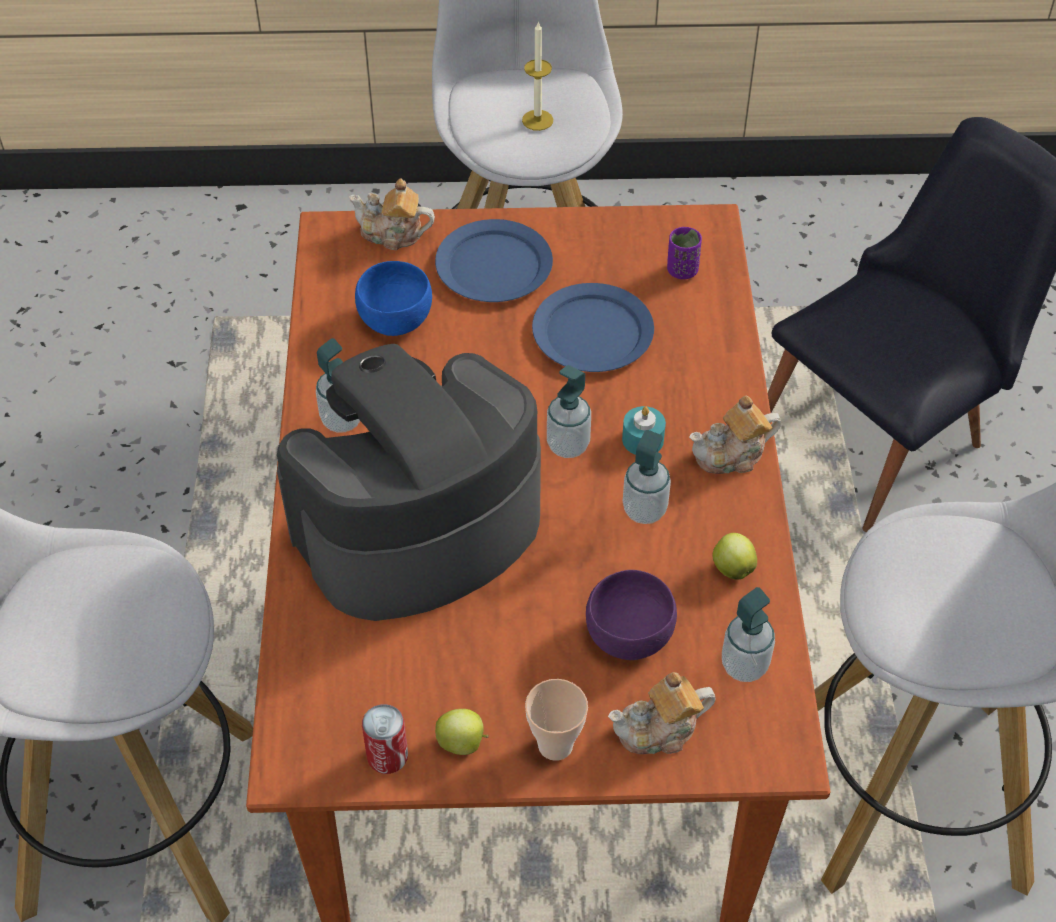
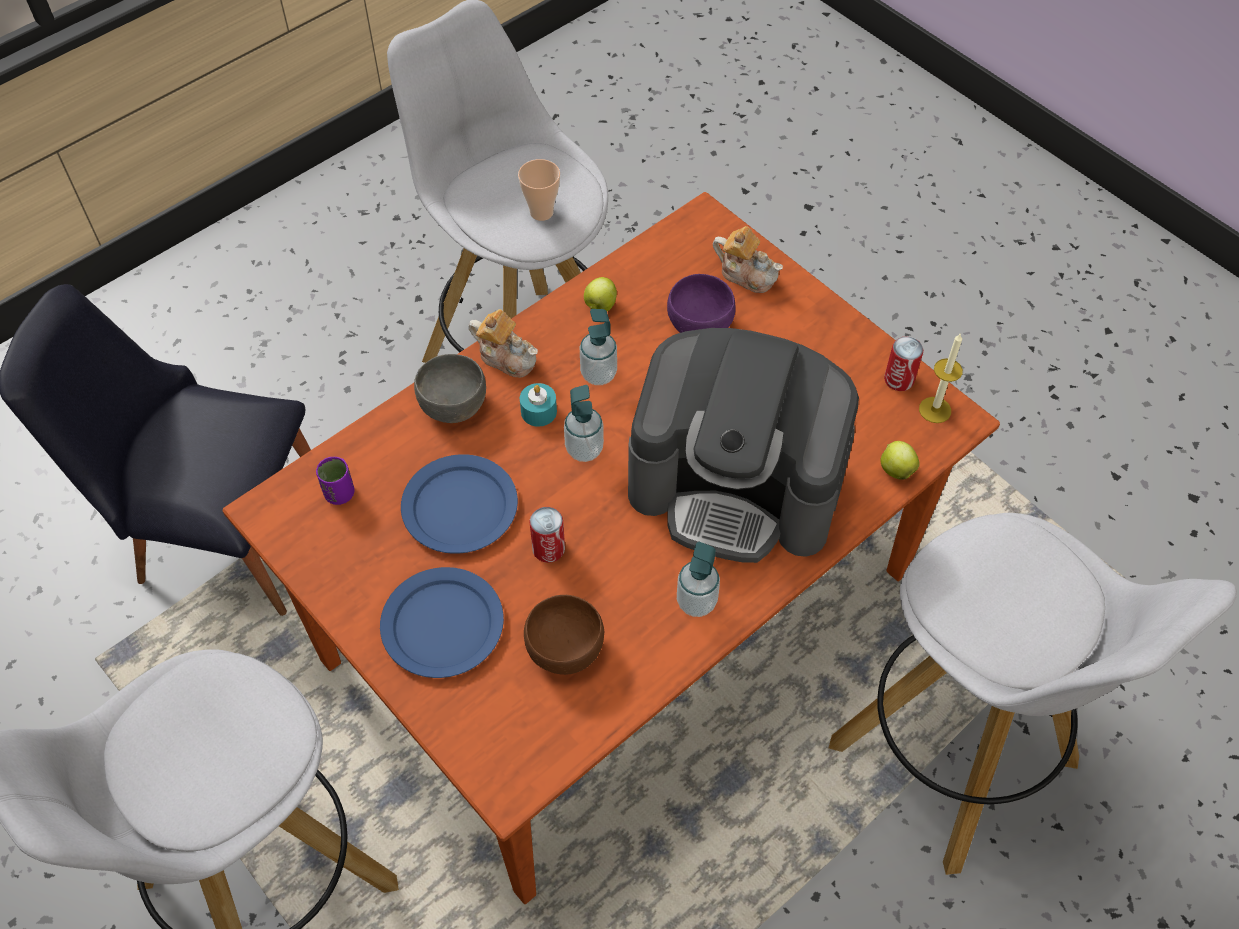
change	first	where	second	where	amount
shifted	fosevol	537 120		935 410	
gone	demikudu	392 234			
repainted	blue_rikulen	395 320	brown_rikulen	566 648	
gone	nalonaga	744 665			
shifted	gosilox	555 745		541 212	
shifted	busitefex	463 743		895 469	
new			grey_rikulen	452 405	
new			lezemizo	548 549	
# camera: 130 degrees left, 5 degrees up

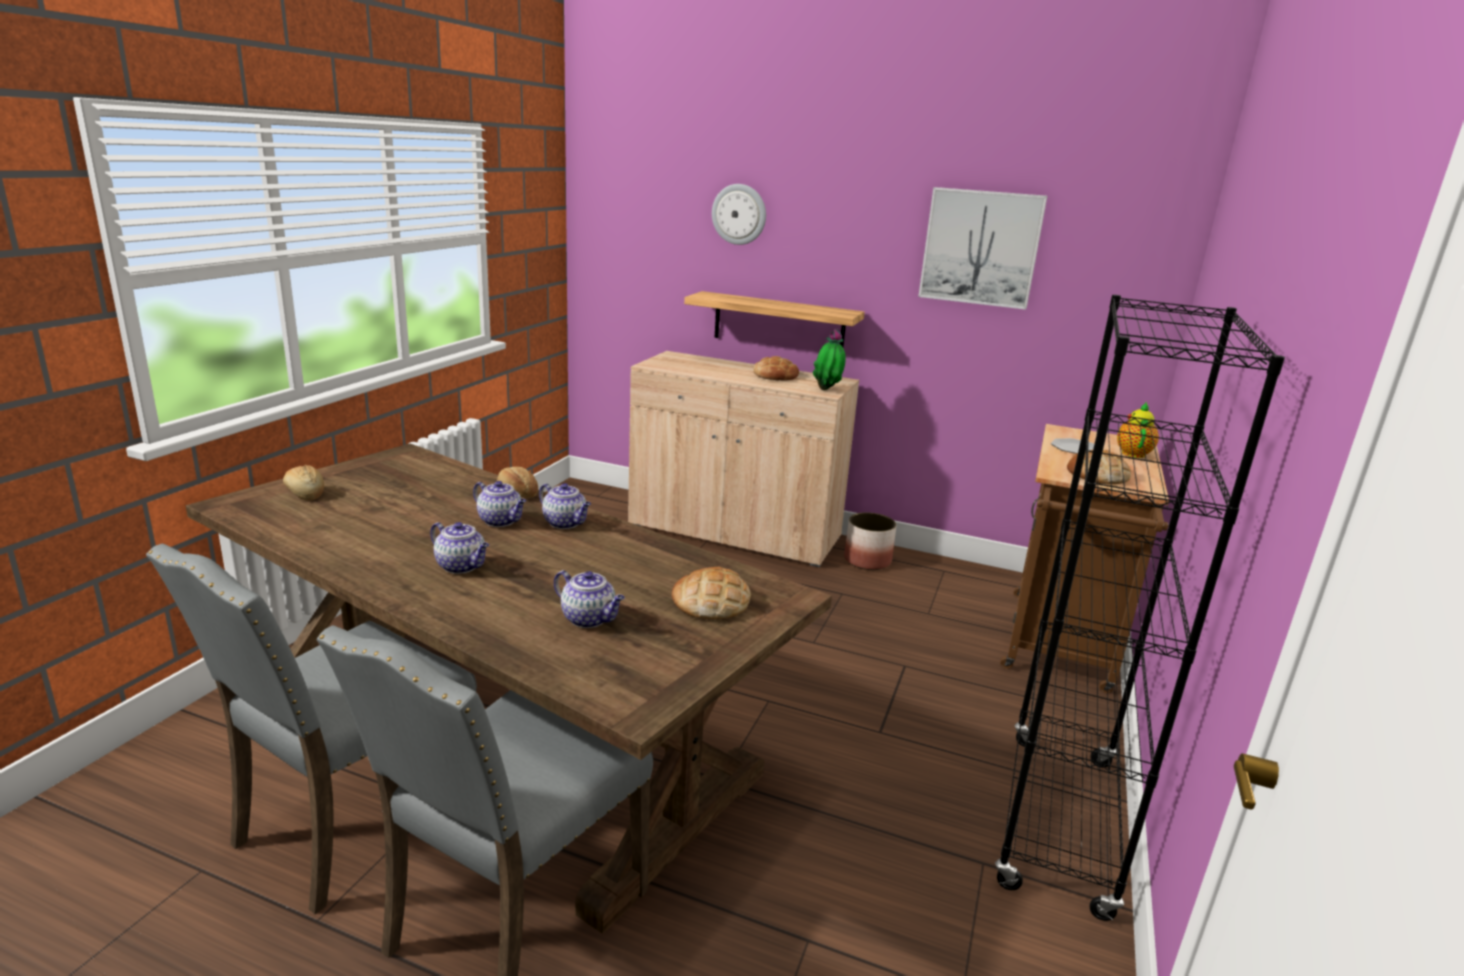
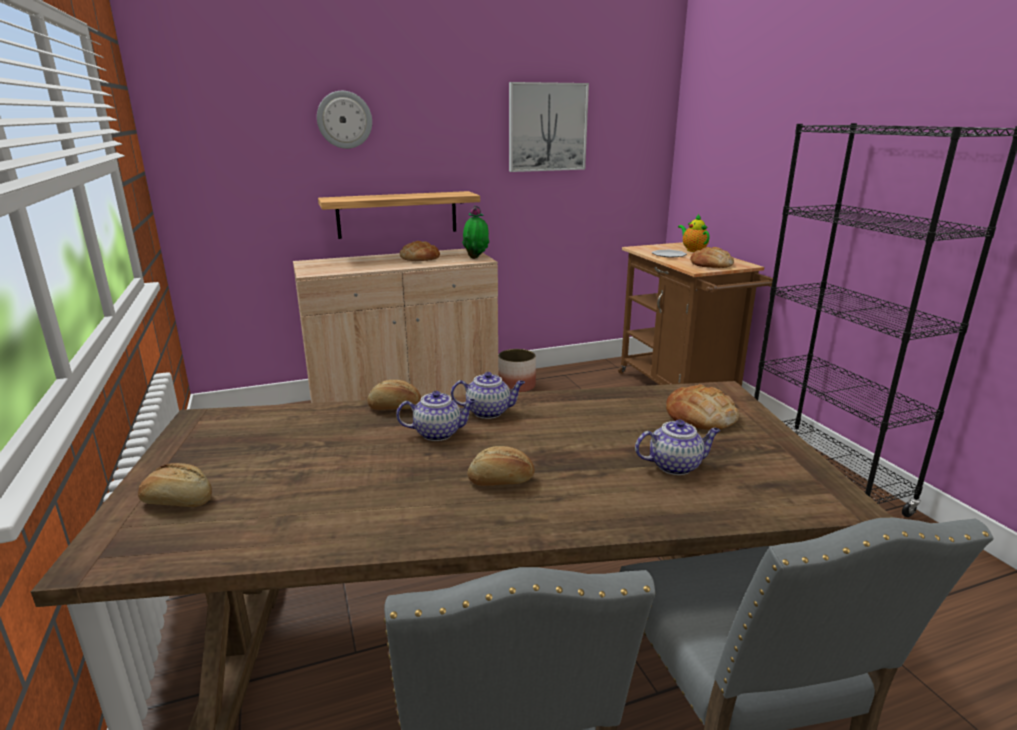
change	first	where	second	where	amount
swapped	demikudu	462 566	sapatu	501 481	
# camera: 40 degrees left, 0 degrees up

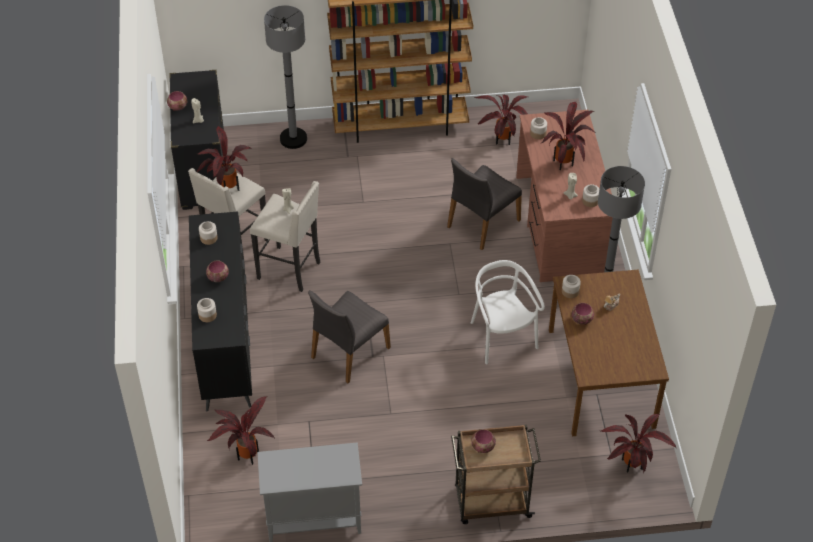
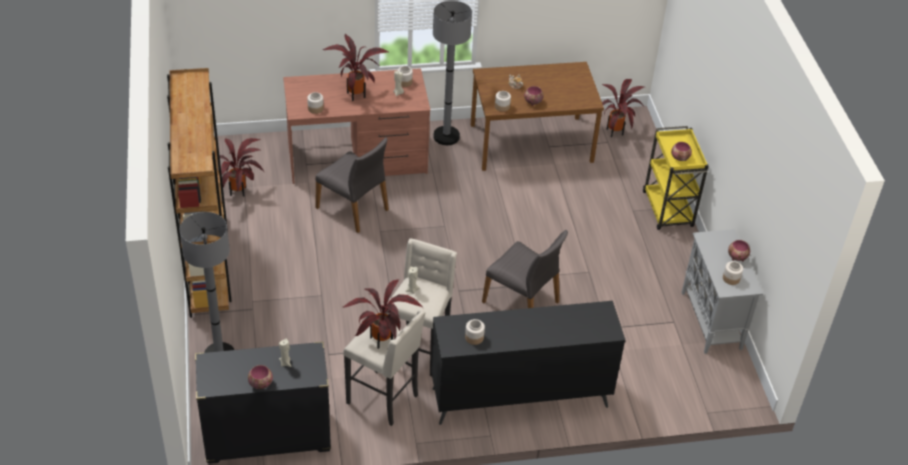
change	first	where	second	where	amount
shifted	rikulen	217 277		737 257	
gone	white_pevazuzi	502 337			
shifted	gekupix	207 315		731 278	
gone	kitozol	246 454			
repainted	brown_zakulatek	491 502	yellow_zakulatek	668 210	
# camera: 95 degrees left, 5 degrees down

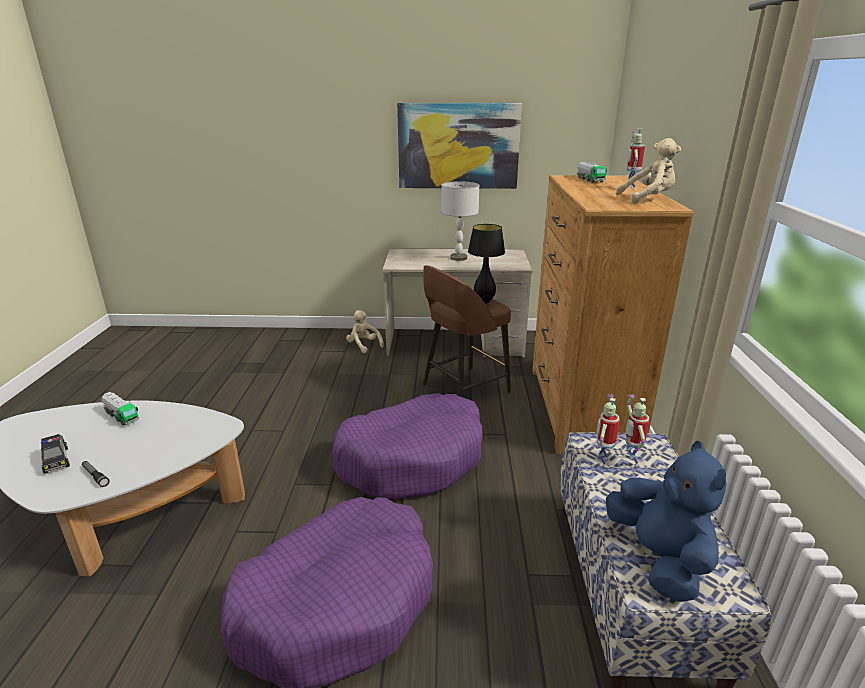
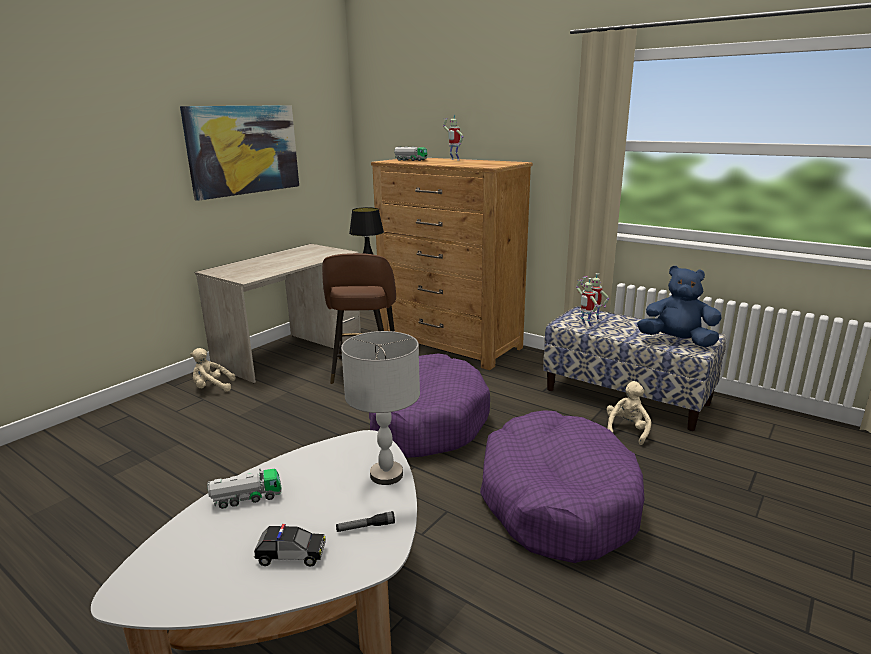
change	first	where	second	where	amount
shifted	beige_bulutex	648 199		627 430	
shifted	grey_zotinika	458 258		386 475	
# camera: 55 degrees left, 5 degrees down

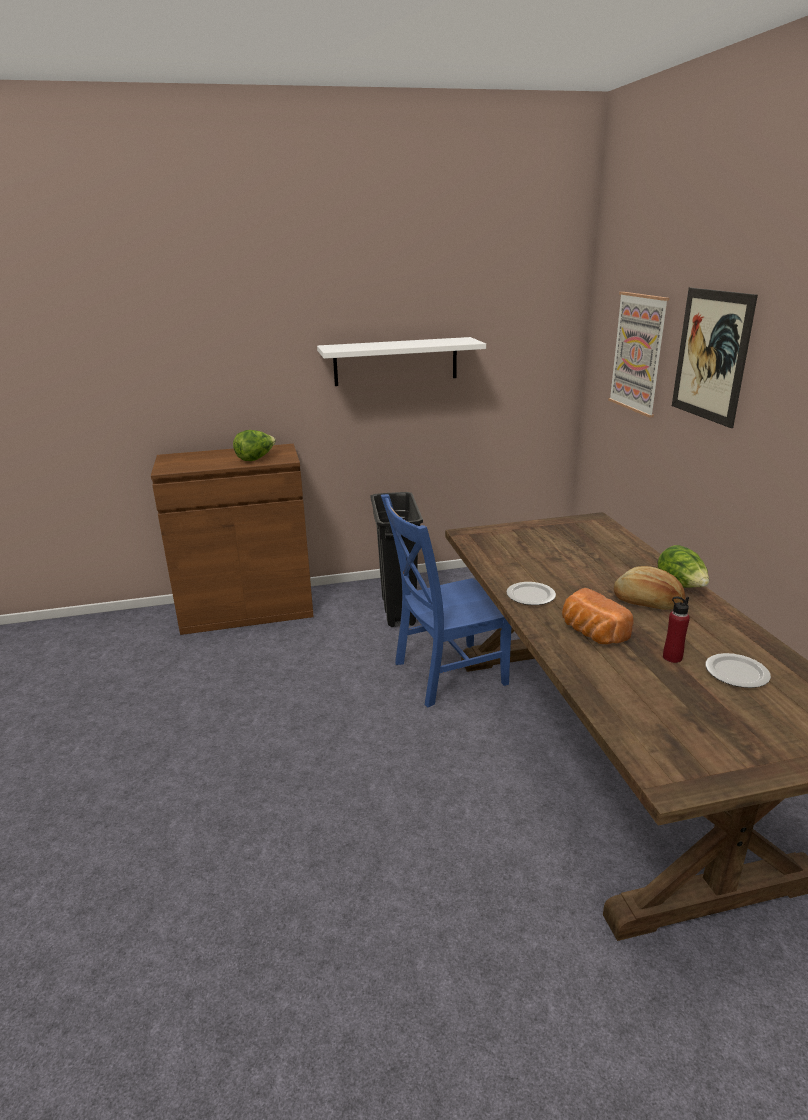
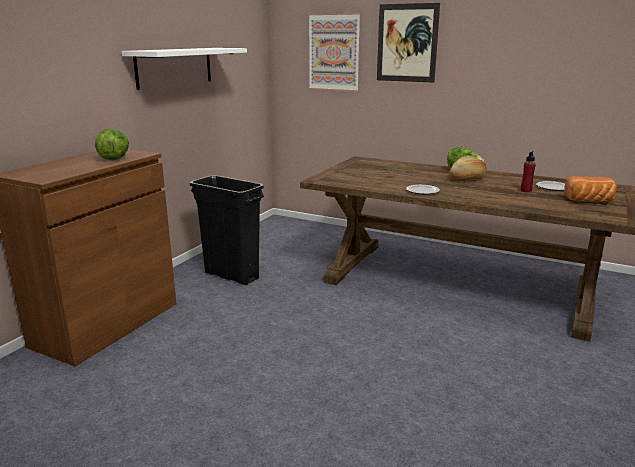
change	first	where	second	where	amount
gone	blue_pevazuzi	445 674			
shifted	sapatu	591 633		589 201	
# camera: 50 degrees left, 5 degrees down

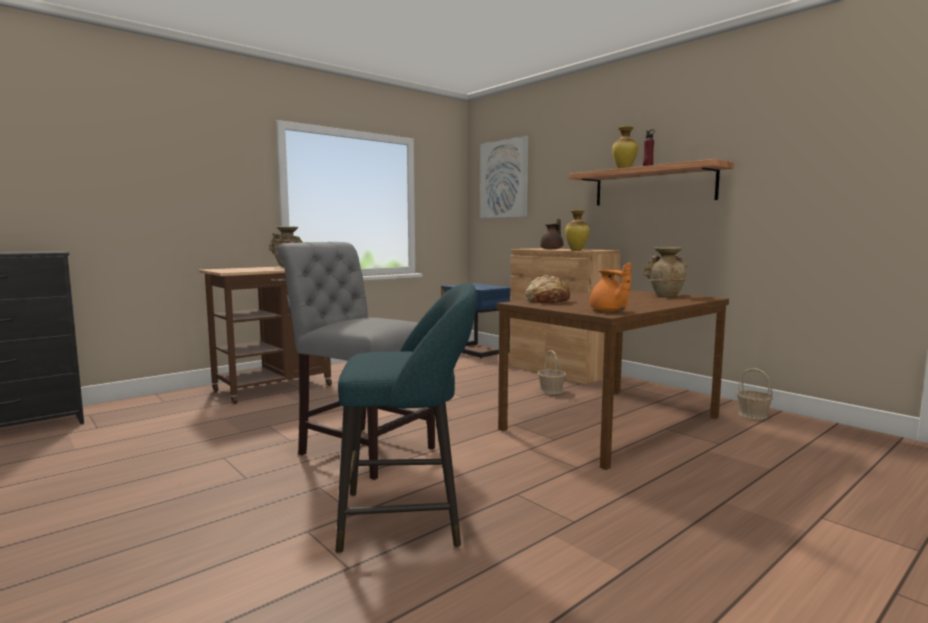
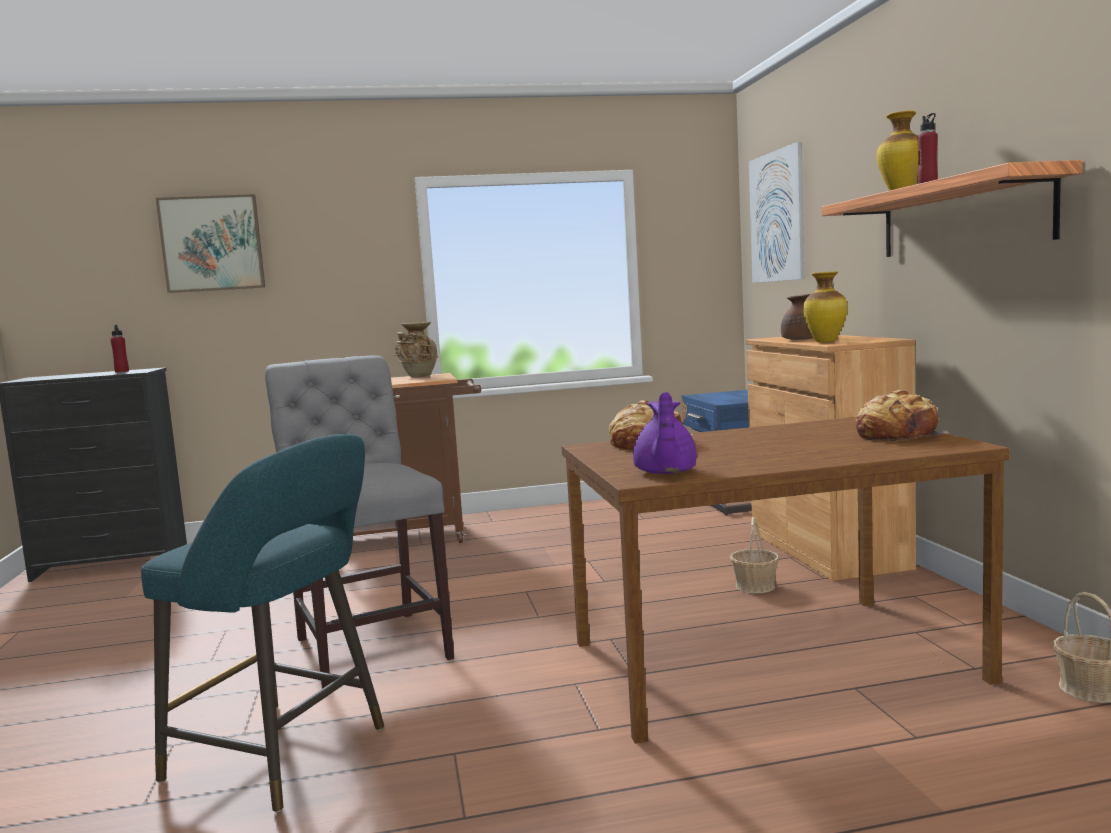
change	first	where	second	where	amount
swapped	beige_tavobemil	665 295	sapatu	897 435	
repainted	orange_demikudu	609 311	purple_demikudu	664 472	
new			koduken	212 243	
new			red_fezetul	122 371	
# camera: 30 degrees right, 0 degrees up

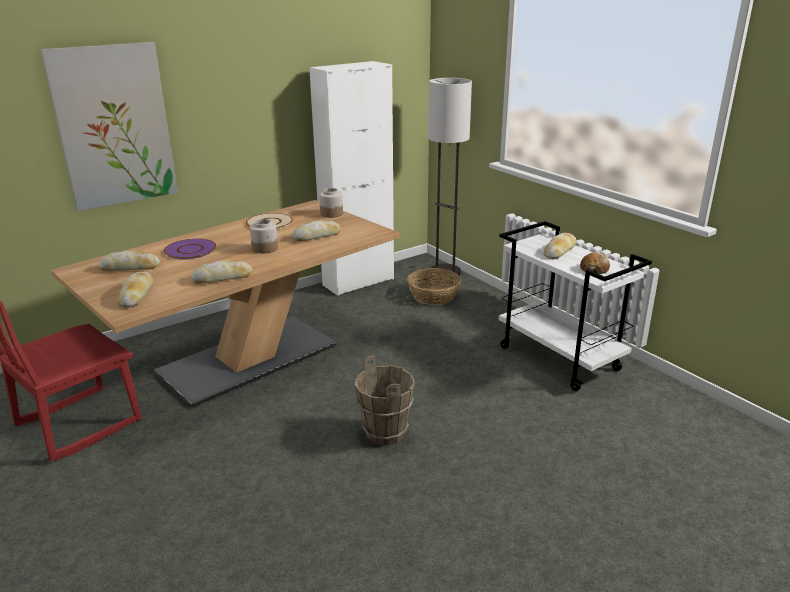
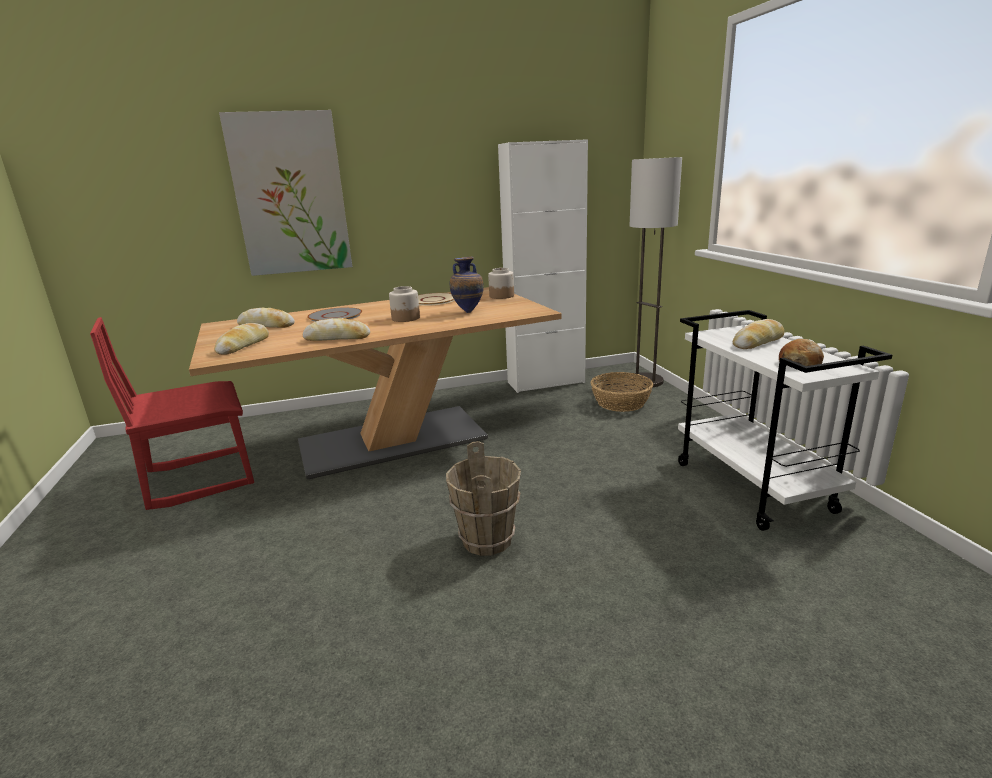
change	first	where	second	where	amount
swapped	sapatu	317 236	tavobemil	468 311	
repainted	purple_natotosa	190 250	grey_natotosa	335 316	
# camera: 20 degrees right, 5 degrees down

